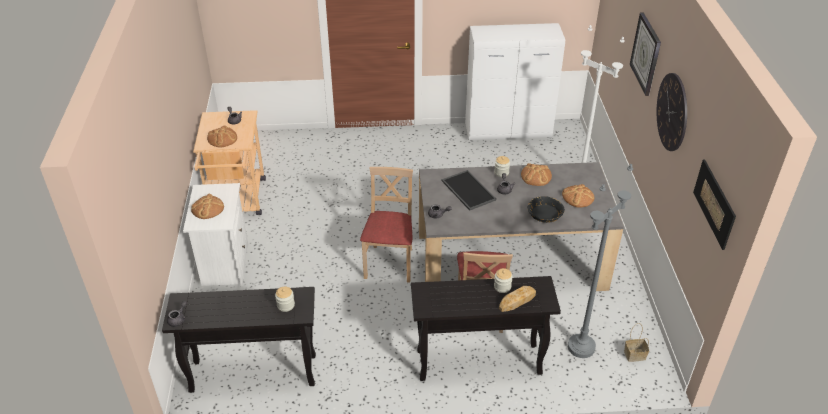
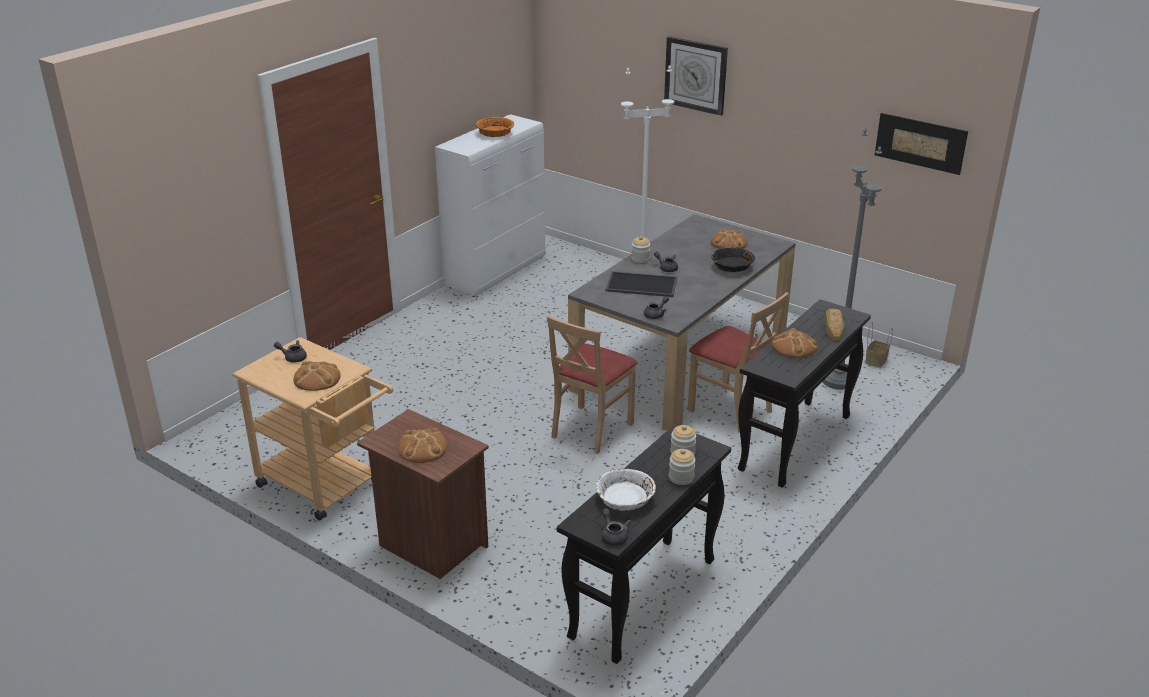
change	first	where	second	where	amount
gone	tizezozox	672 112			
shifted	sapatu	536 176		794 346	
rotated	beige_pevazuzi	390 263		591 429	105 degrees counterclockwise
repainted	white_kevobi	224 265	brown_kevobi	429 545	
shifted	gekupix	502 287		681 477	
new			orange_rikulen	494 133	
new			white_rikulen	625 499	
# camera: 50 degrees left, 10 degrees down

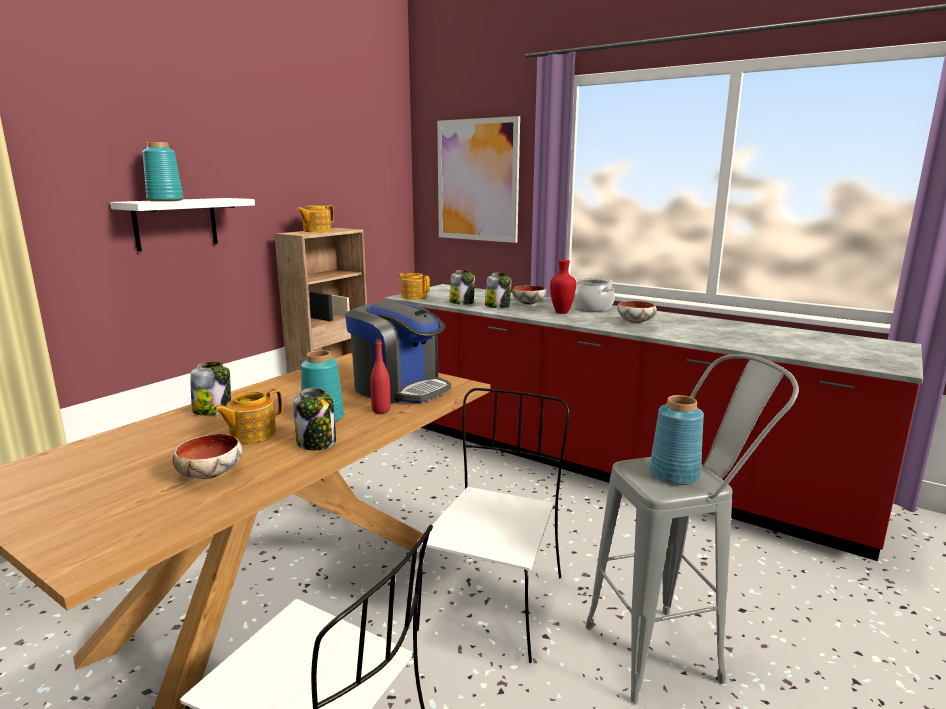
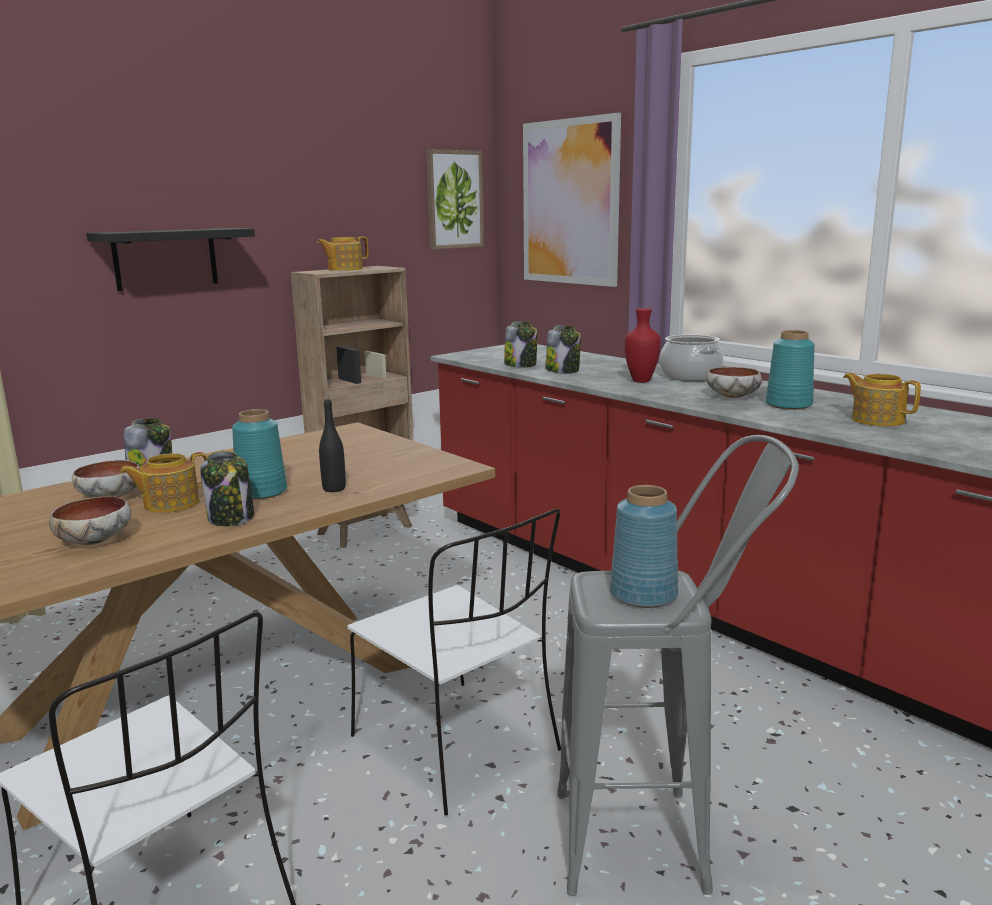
change	first	where	second	where	amount
shifted	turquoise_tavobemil	165 200		788 405	
repainted	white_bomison	176 223	black_bomison	165 258	
shifted	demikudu	414 297		877 420	
shifted	rikulen	529 303		112 497	
gone	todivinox	399 389			
repainted	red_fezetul	381 410	black_fezetul	334 489	
rotated	white_pevazuzi	494 600		458 746	105 degrees clockwise
new			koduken	454 199	
# camera: 15 degrees right, 0 degrees up

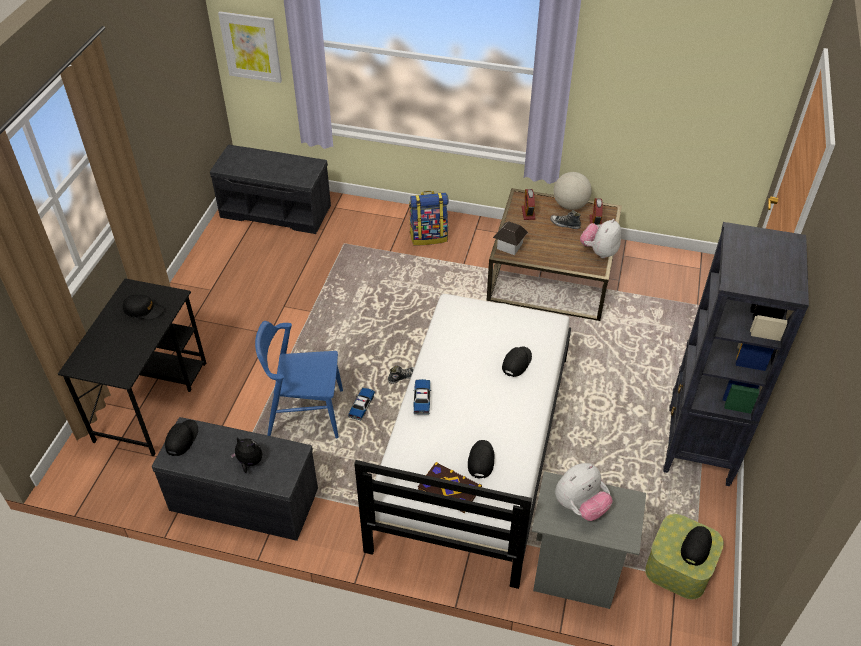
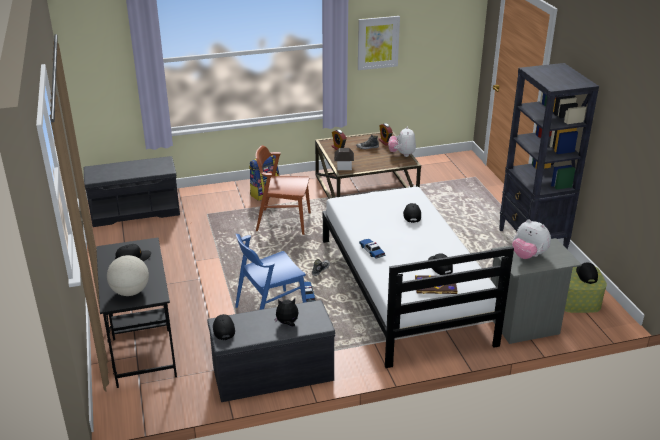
change	first	where	second	where	amount
shifted	koduken	251 46		378 42	
shifted	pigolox	570 205		130 292	
rotated	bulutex	580 506		528 256	105 degrees clockwise
new			brown_pevazuzi	283 222	
# camera: 30 degrees left, 15 degrees down

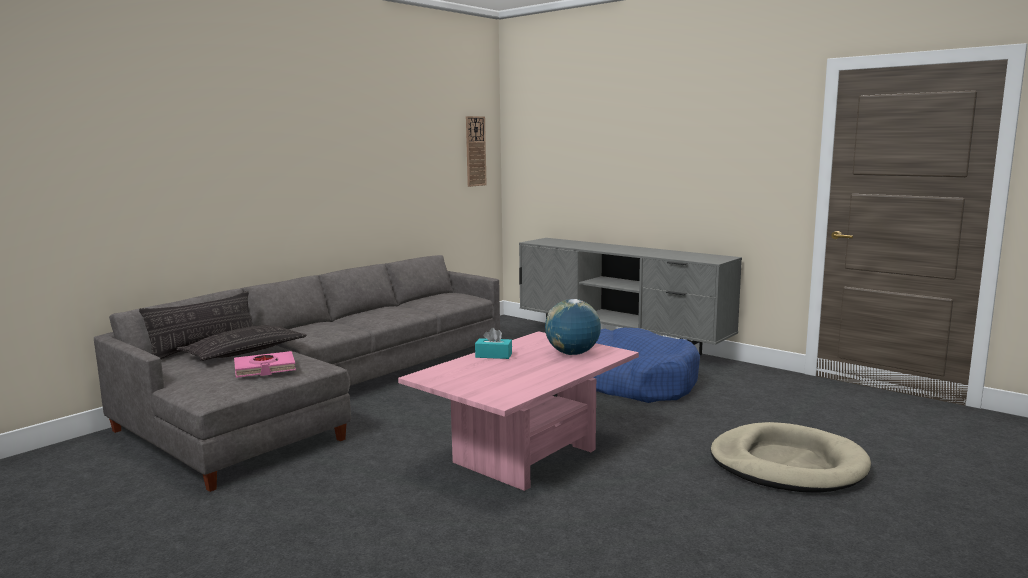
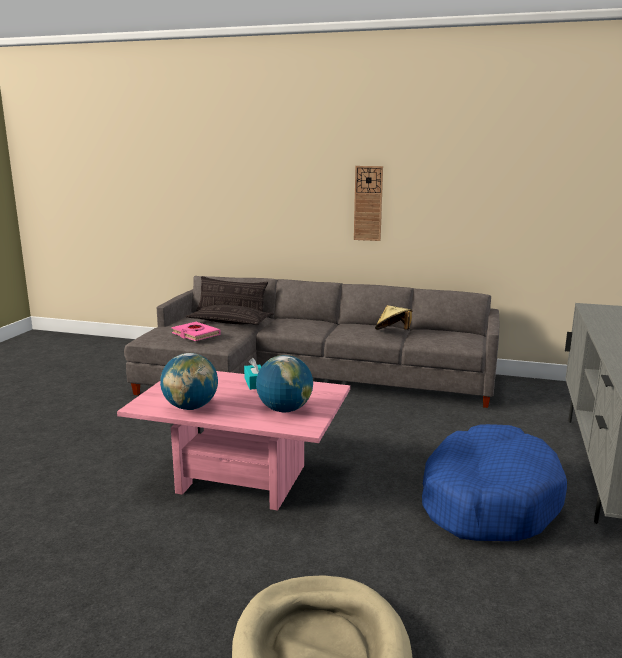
change	first	where	second	where	amount
shifted	tizezozox	475 151		368 203	
new			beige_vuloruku	393 331	
new			pigolox	190 407	
# camera: 65 degrees right, 5 degrees up

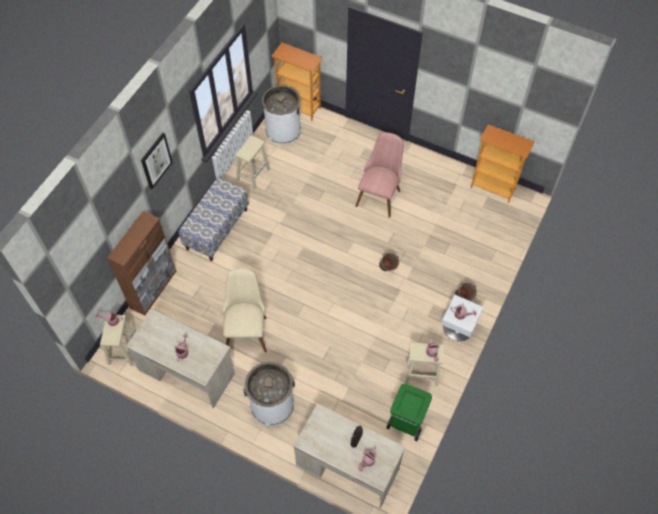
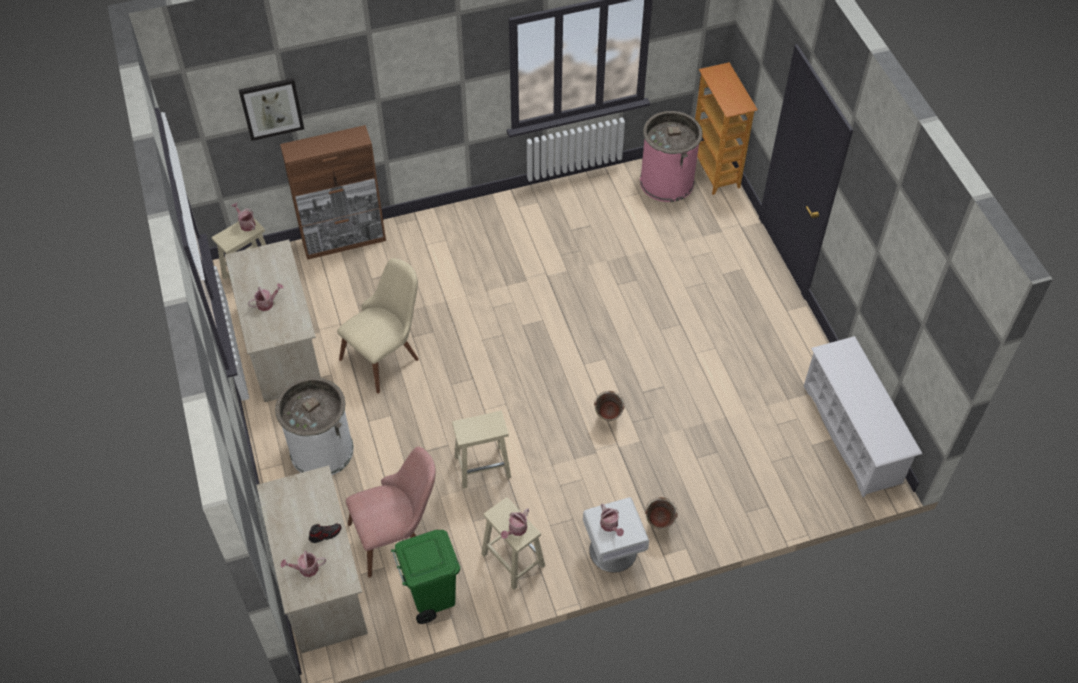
change	first	where	second	where	amount
repainted	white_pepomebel	283 130	pink_pepomebel	667 181	
swapped	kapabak	493 188	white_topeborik	852 434	
shifted	koduken	156 160		271 108	
shifted	pink_pevazuzi	380 193		397 534	
shifted	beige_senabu	253 174		483 466	
gone	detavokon	217 229			
# camera: 45 degrees right, 5 degrees down

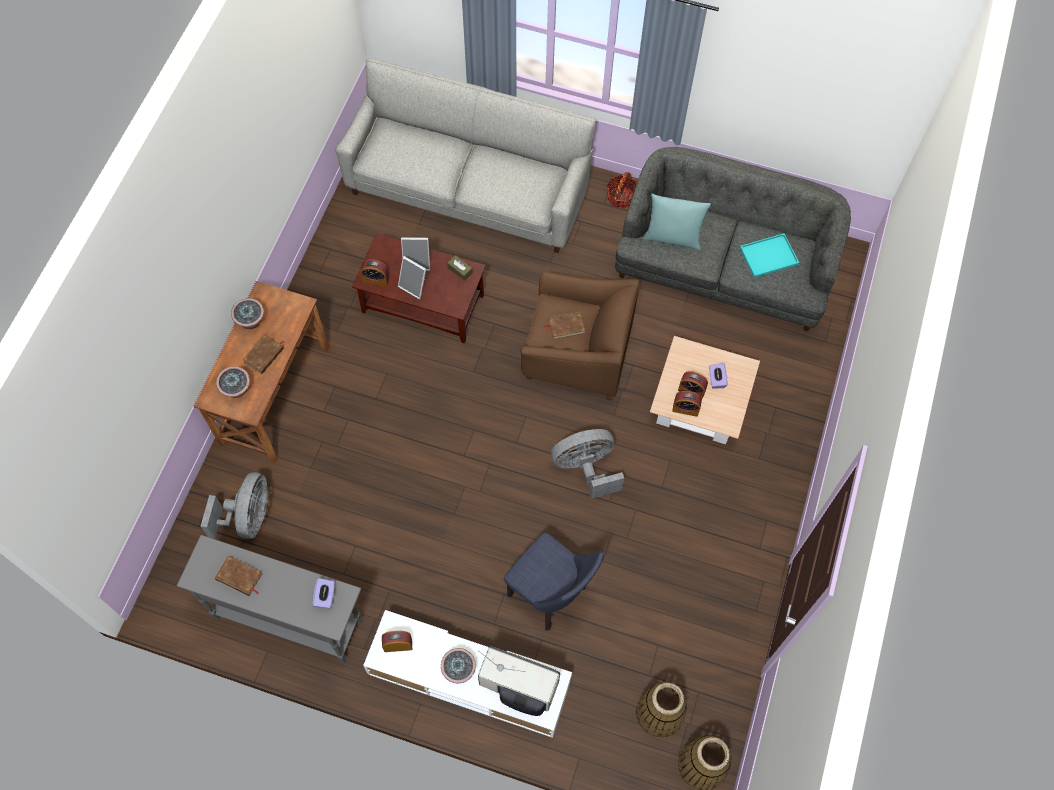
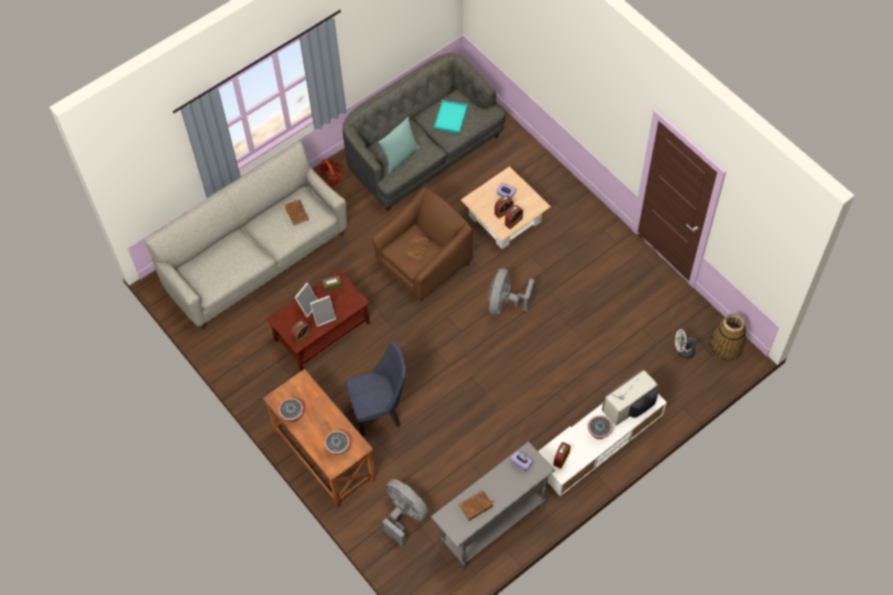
change	first	where	second	where	amount
shifted	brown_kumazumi	264 355		297 213	
shifted	blue_pevazuzi	551 596		380 411	
swapped	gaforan	659 713	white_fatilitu	683 351	
# camera: 55 degrees left, 5 degrees down

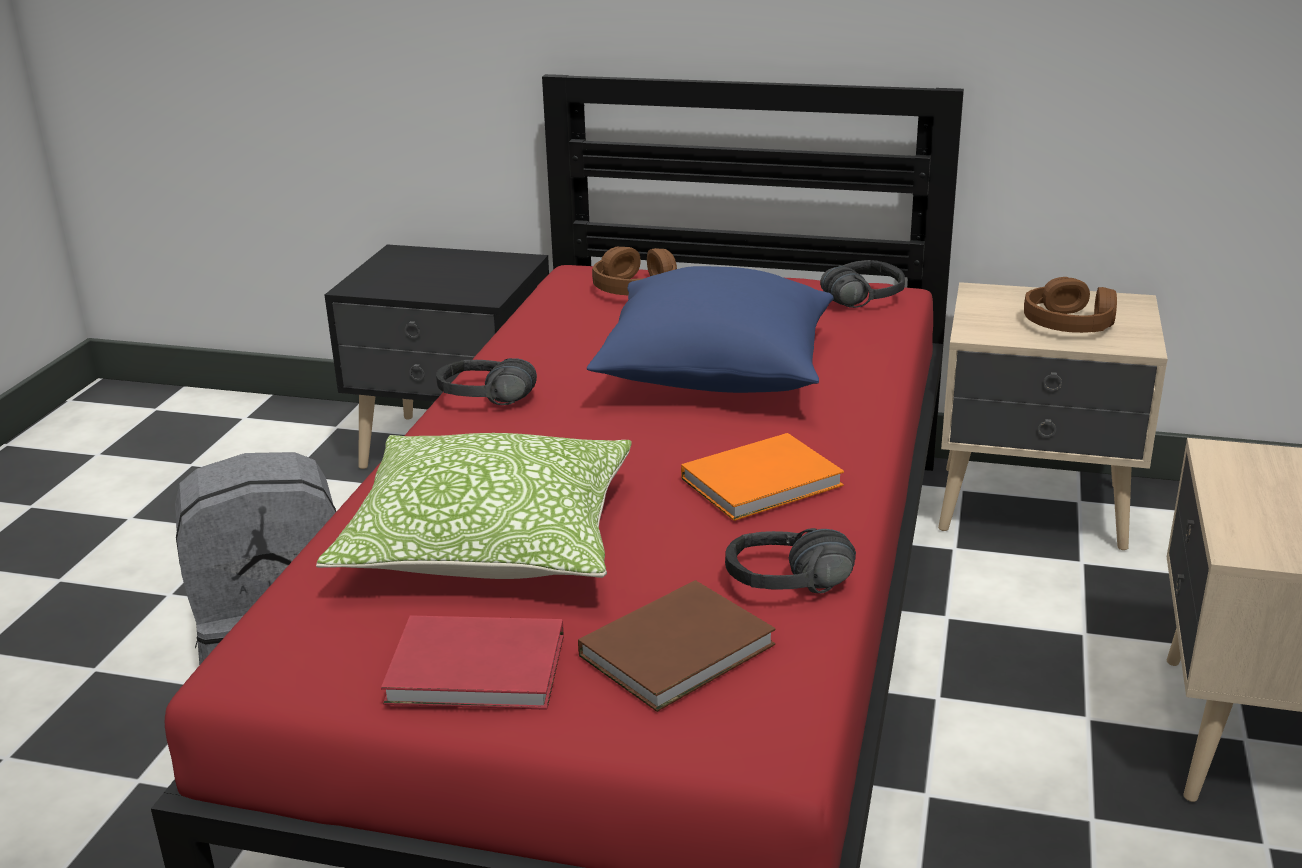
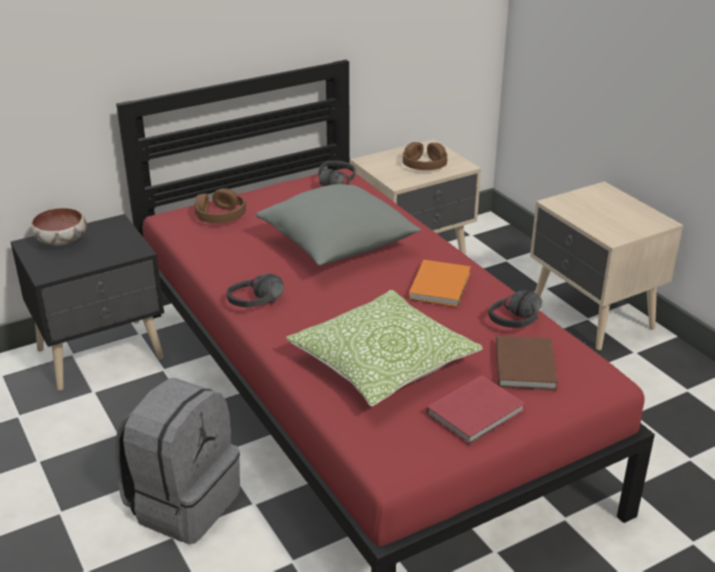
change	first	where	second	where	amount
repainted	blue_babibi	715 374	grey_babibi	337 246	
new			rikulen	63 242	
# camera: 45 degrees left, 5 degrees up

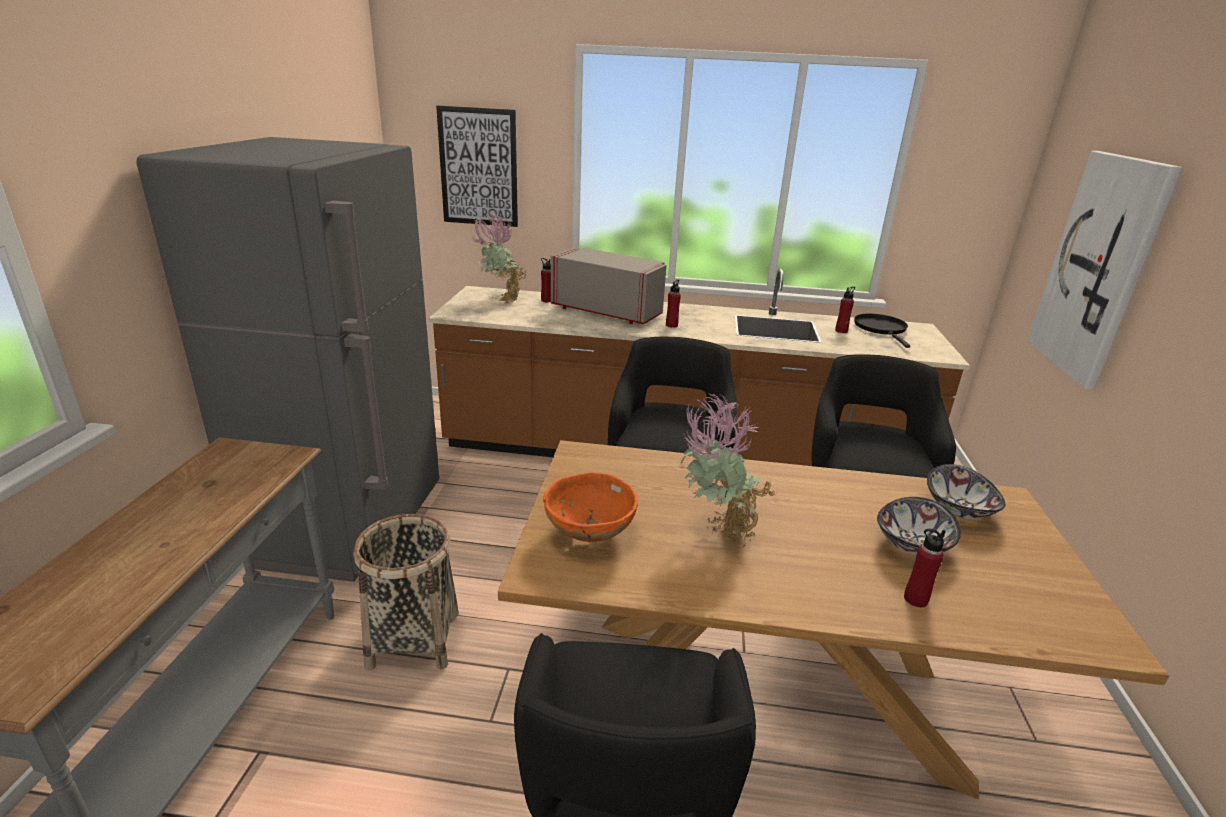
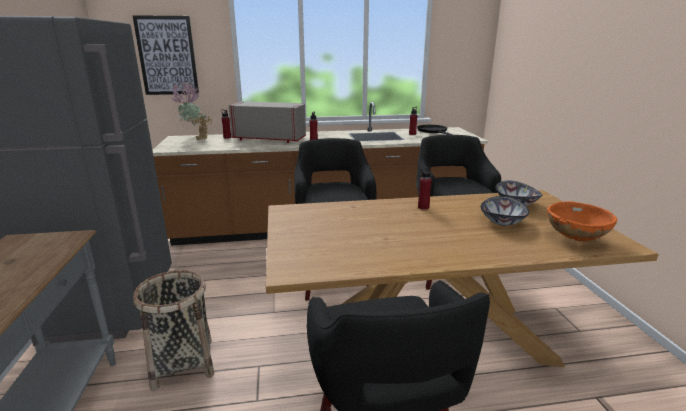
change	first	where	second	where	amount
gone	koduken	1098 268			
gone	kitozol	716 534			
shifted	orange_rikulen	589 534		574 239	
shifted	red_fezetul	915 599		423 207	
# camera: 15 degrees left, 5 degrees down

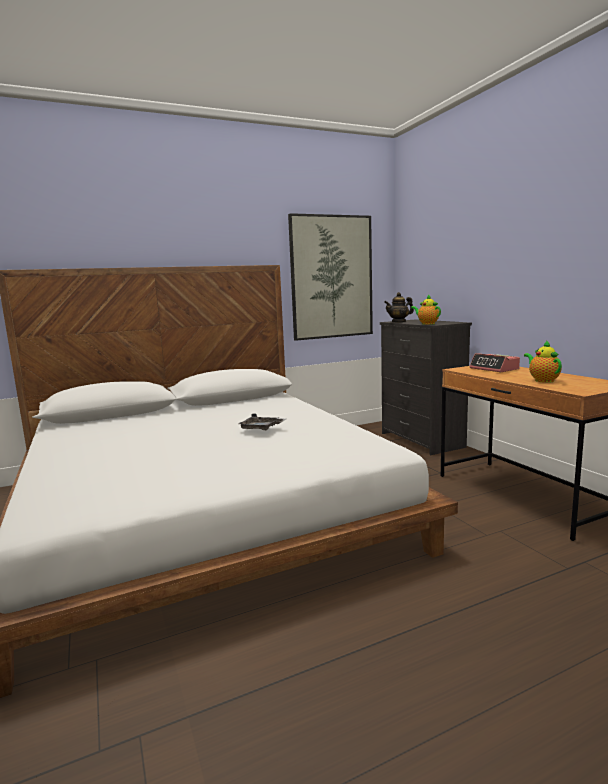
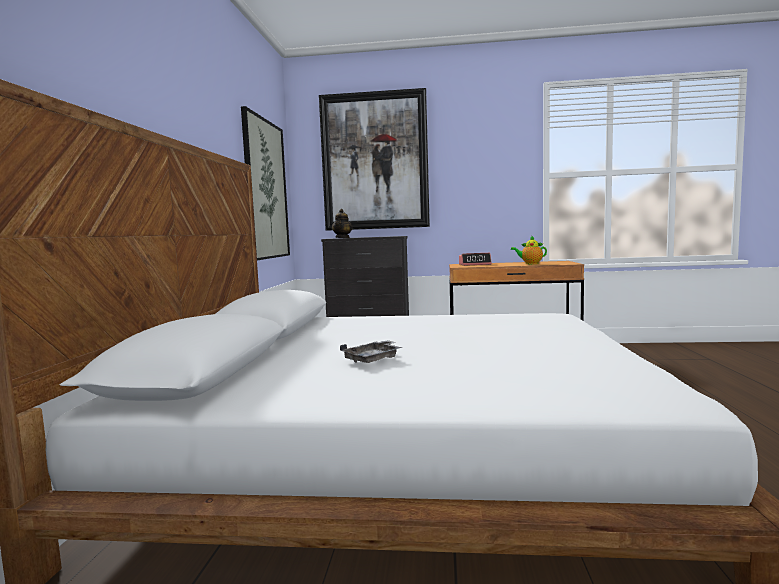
change	first	where	second	where	amount
gone	demikudu	427 324			
shifted	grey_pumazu	261 428		373 359	
new			koduken	375 161	
# camera: 60 degrees left, 5 degrees down

